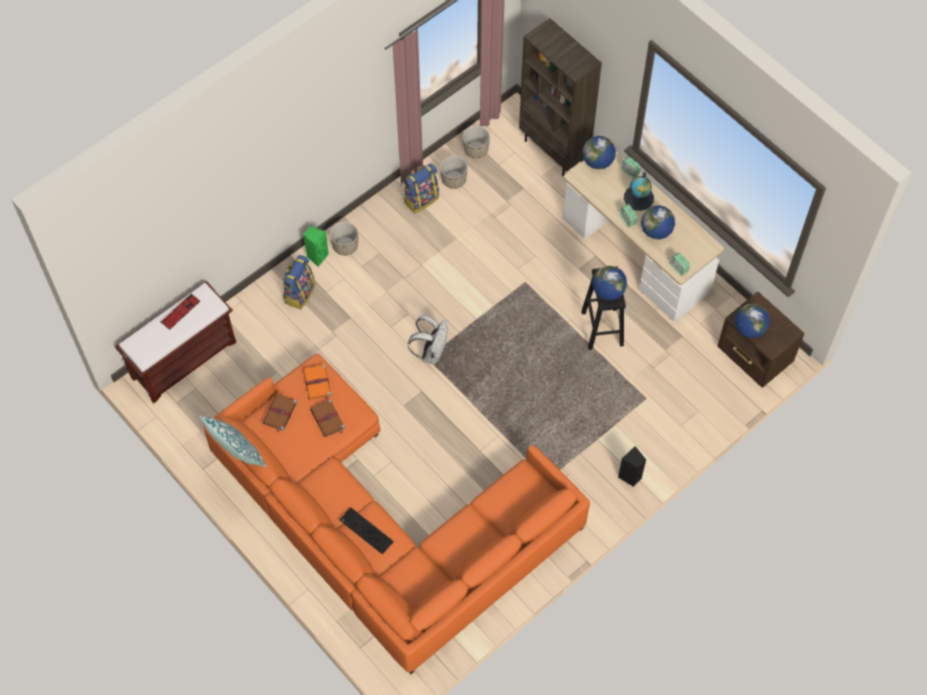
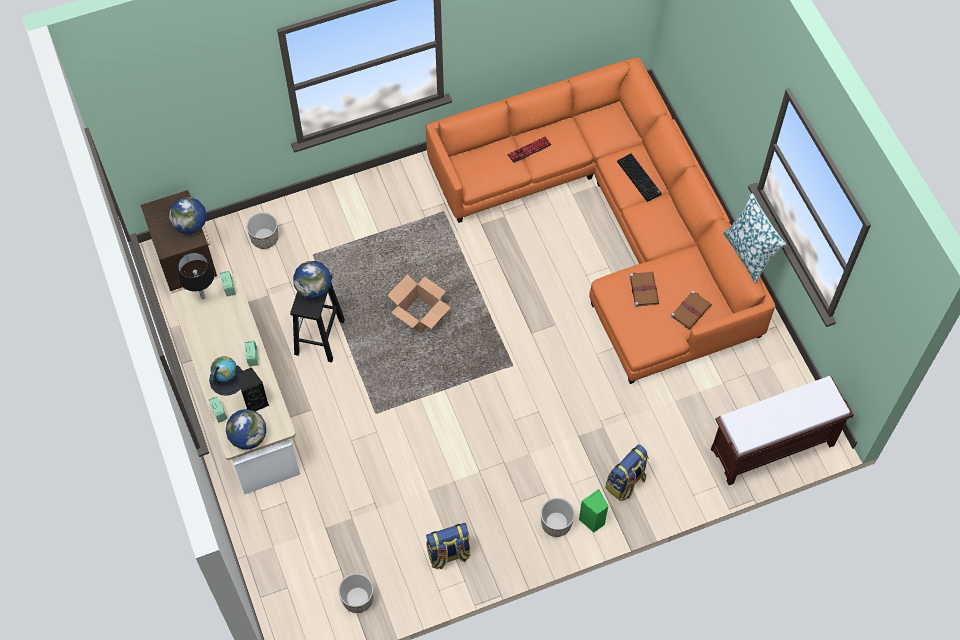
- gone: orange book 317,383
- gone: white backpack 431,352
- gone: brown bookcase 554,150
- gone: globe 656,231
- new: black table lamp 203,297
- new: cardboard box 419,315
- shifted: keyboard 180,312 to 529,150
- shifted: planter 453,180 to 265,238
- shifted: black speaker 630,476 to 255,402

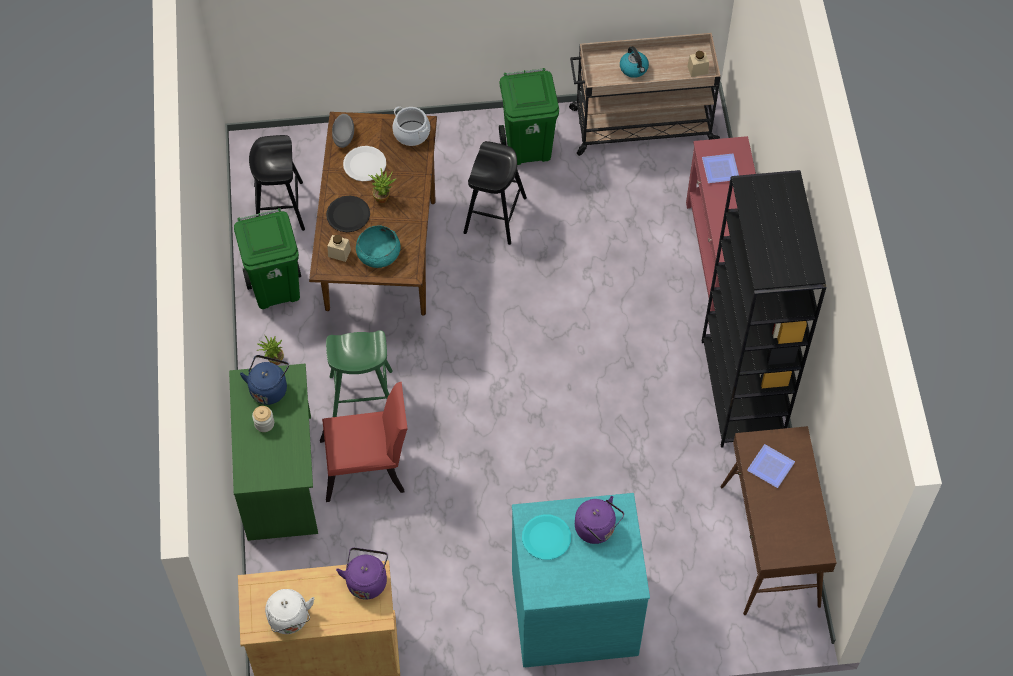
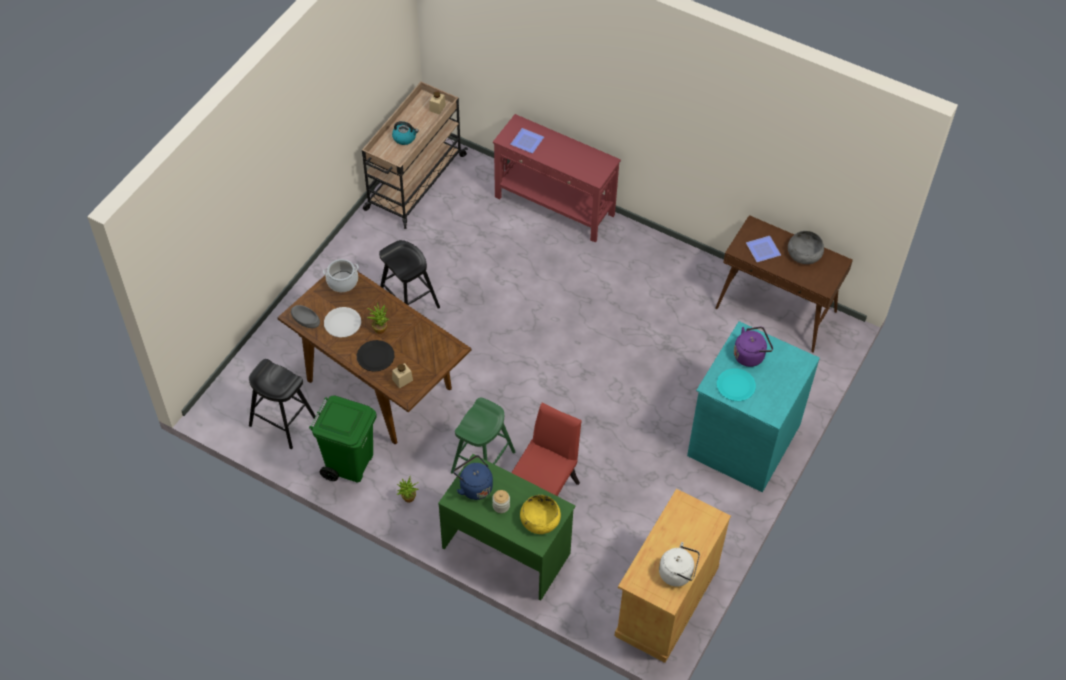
- gone: purple kettle 366,580
- gone: turquoise bowl 378,253
- gone: green trash can 528,148
- gone: black bookcase 742,391
- new: yellow bowl 540,519
- new: grey bowl 804,253

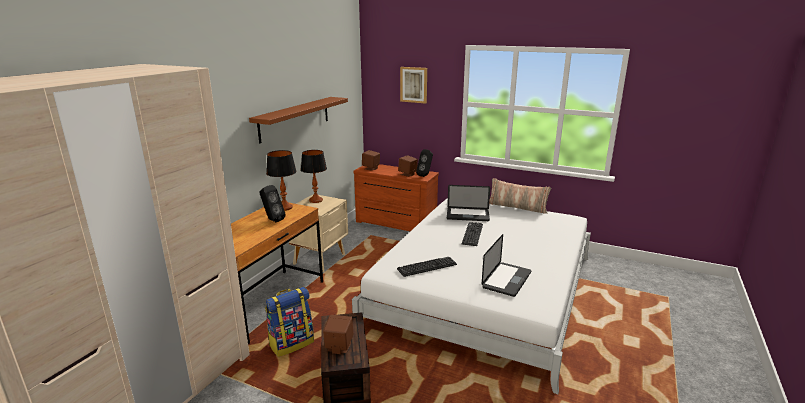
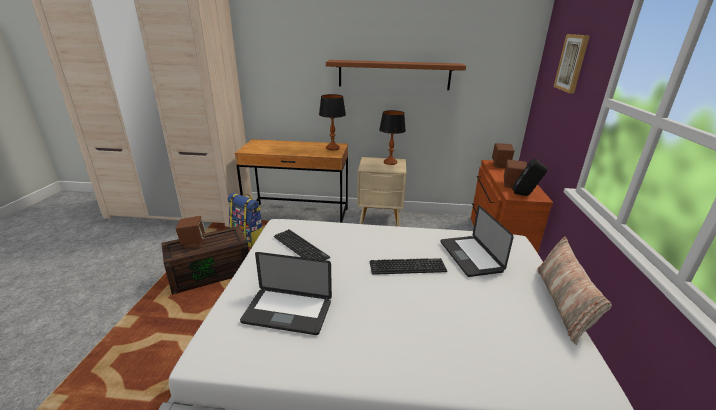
- gone: black speaker 272,220

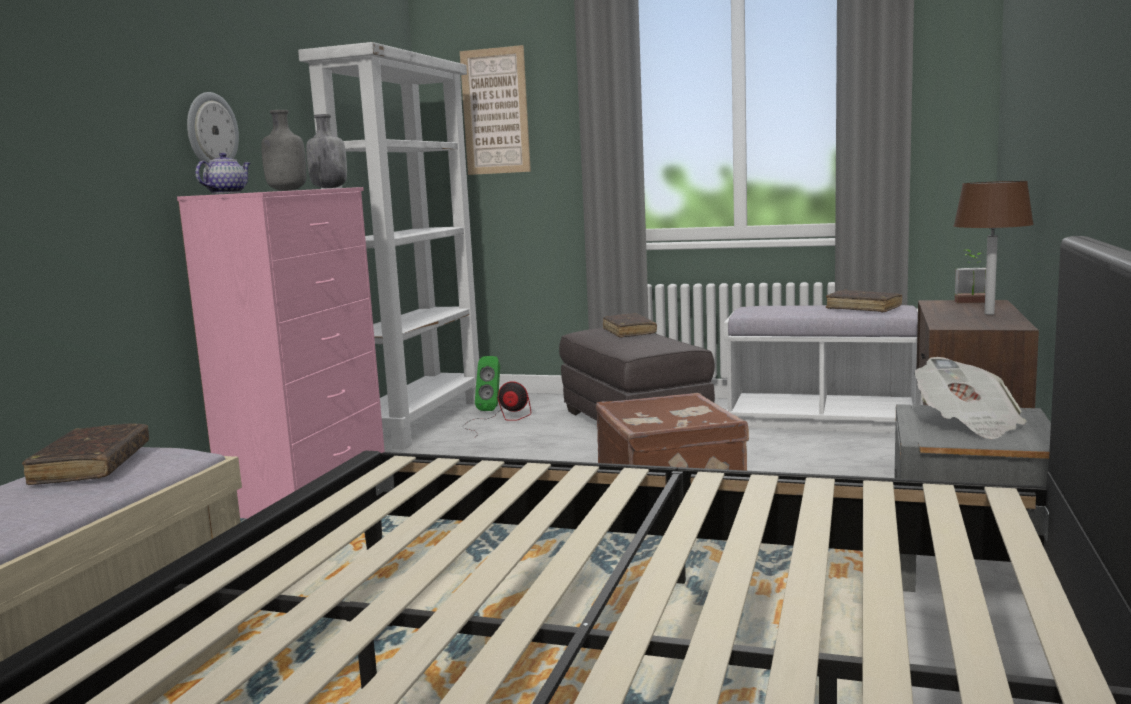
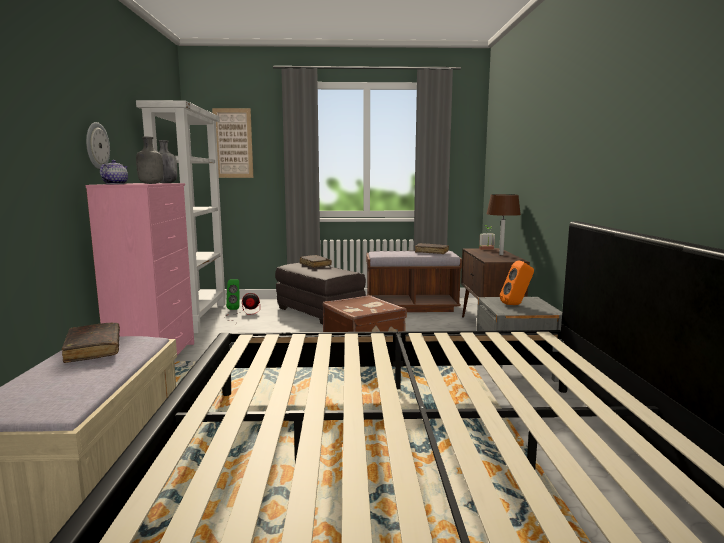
- swapped: newspaper 968,424 to orange speaker 516,304
- repainted: white bench 822,420 to brown bench 411,307

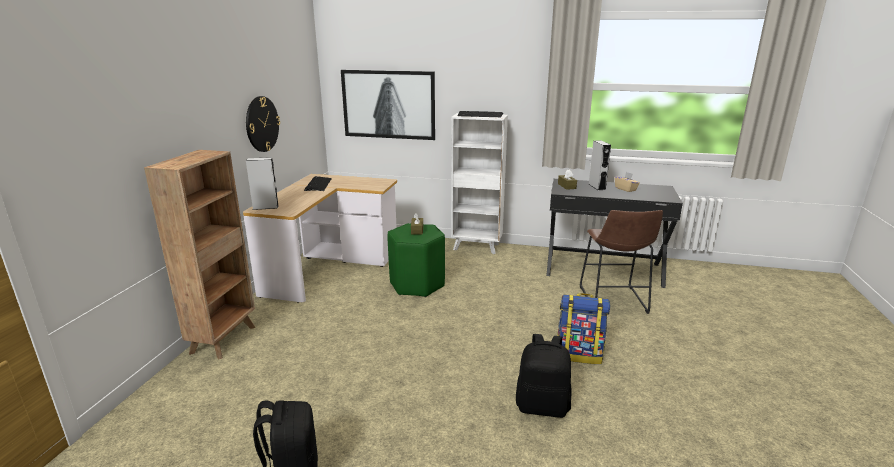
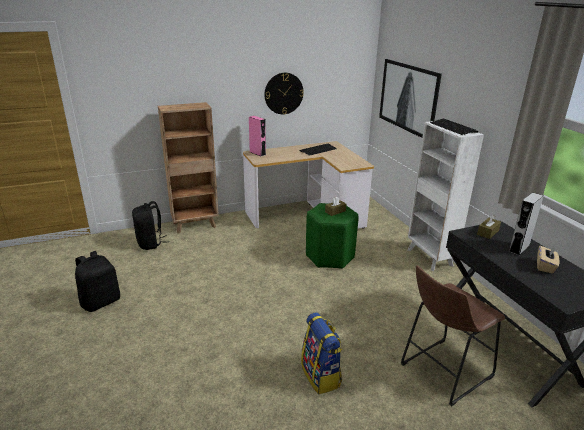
- shifted: black backpack 542,406 to 150,243
- repainted: grey speaker 265,207 to pink speaker 257,153

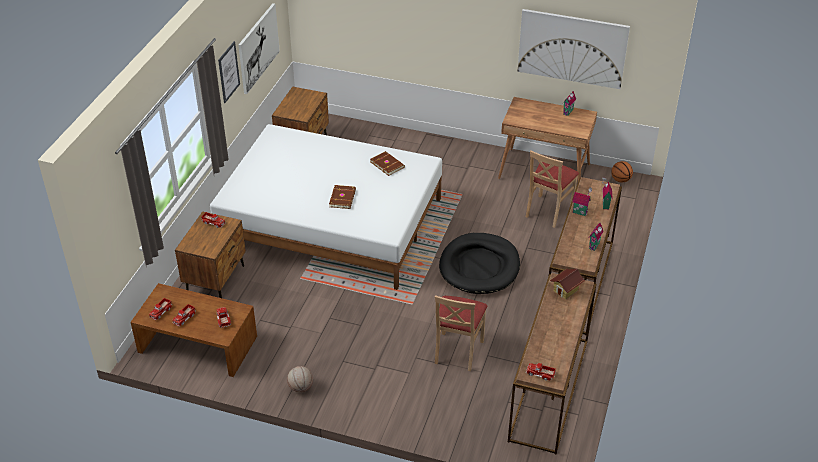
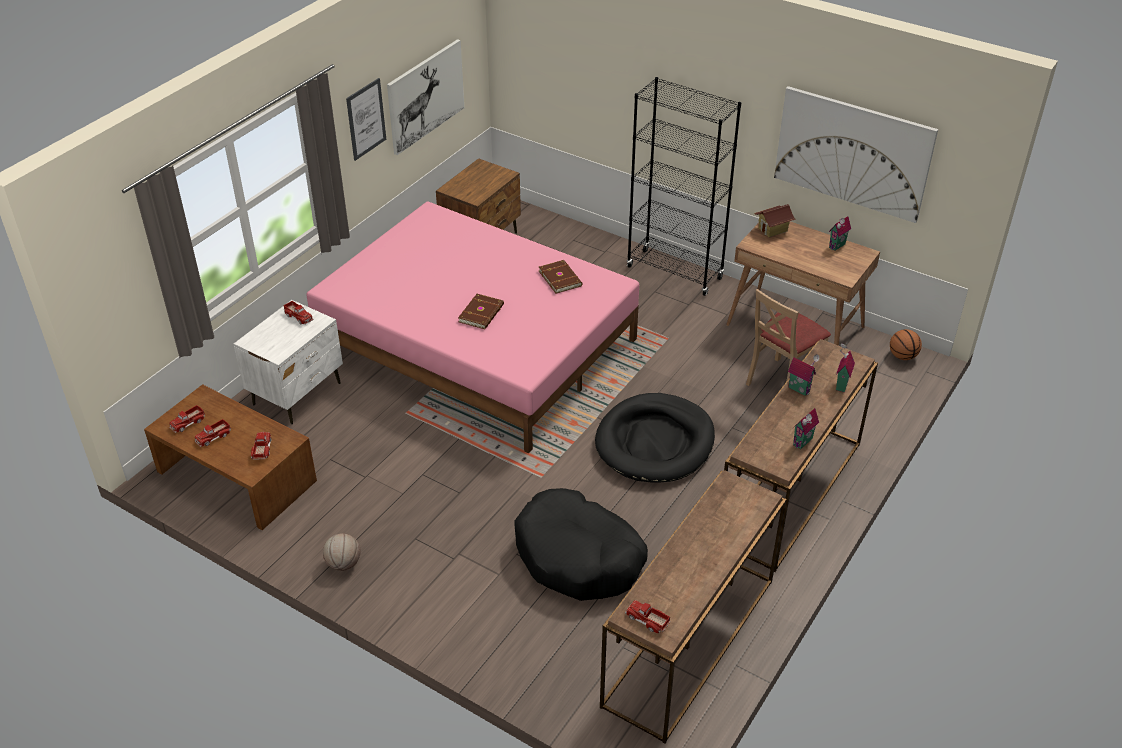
- new: black bookcase 674,272
- shifted: toy house 566,290 to 773,230
- swapped: beige chair 457,351 to black dog bed 578,557
- repainted: brown nightstand 216,279 to white nightstand 298,393
- repainted: white bed 331,222 to pink bed 476,346

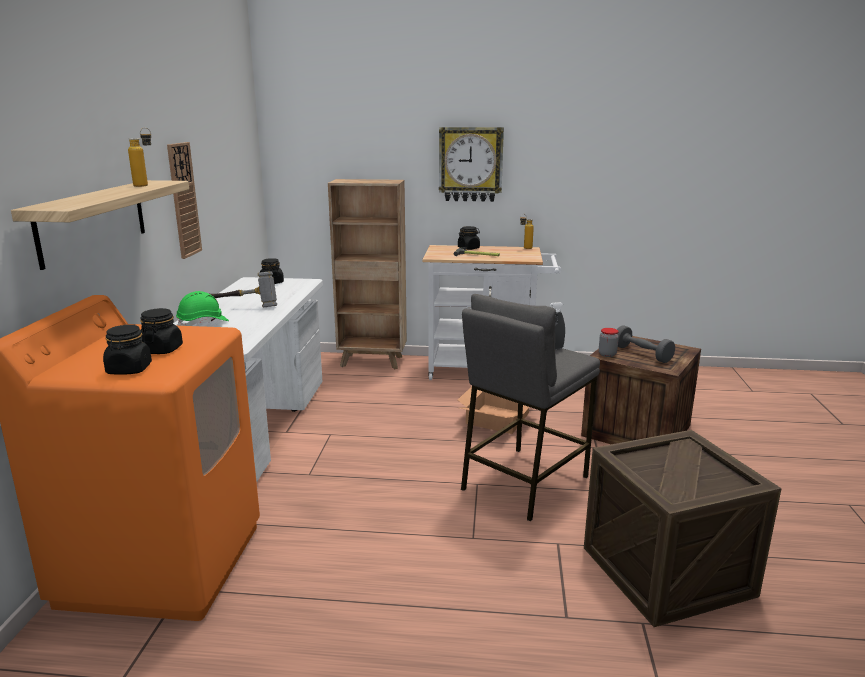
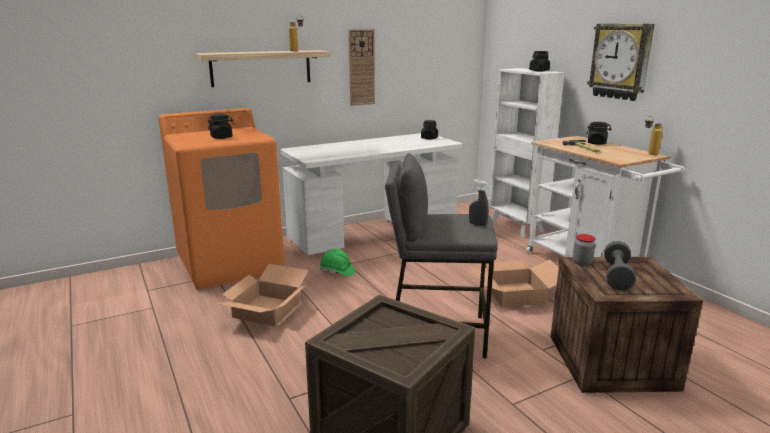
- gone: hammer 243,307
- new: cardboard box 266,309
- shifted: black jar 129,369 to 539,71
- shifted: green hard hat 203,323 to 337,272
- repainted: brown bookcase 373,362 to white bookcase 516,227

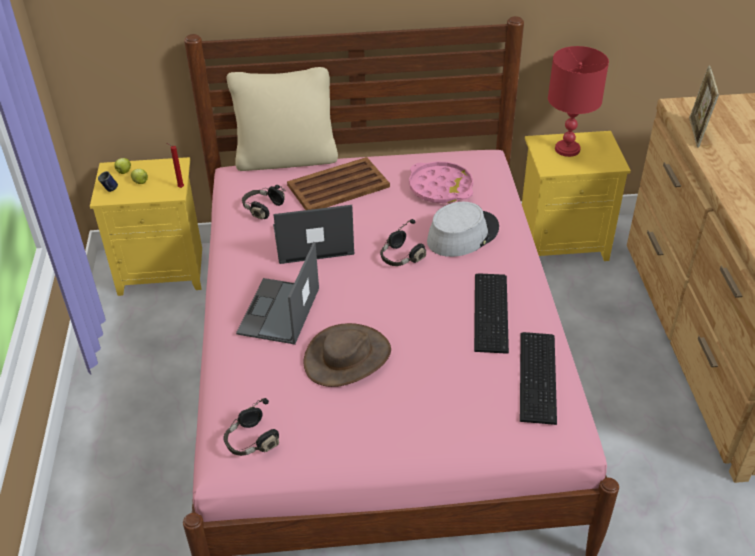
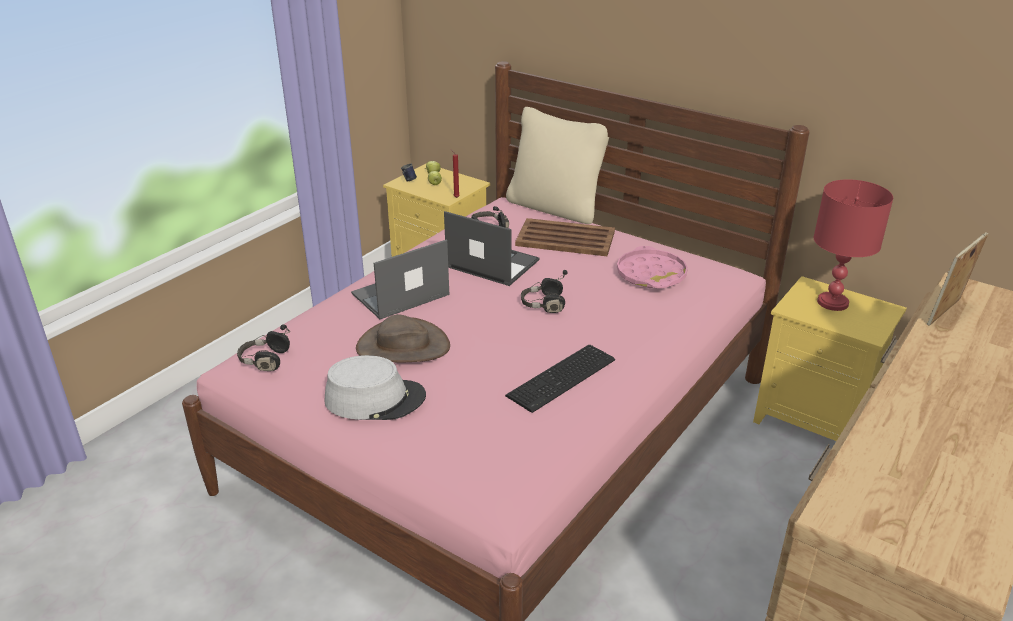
- gone: keyboard 539,376
- shifted: grey hat 462,234 to 375,399

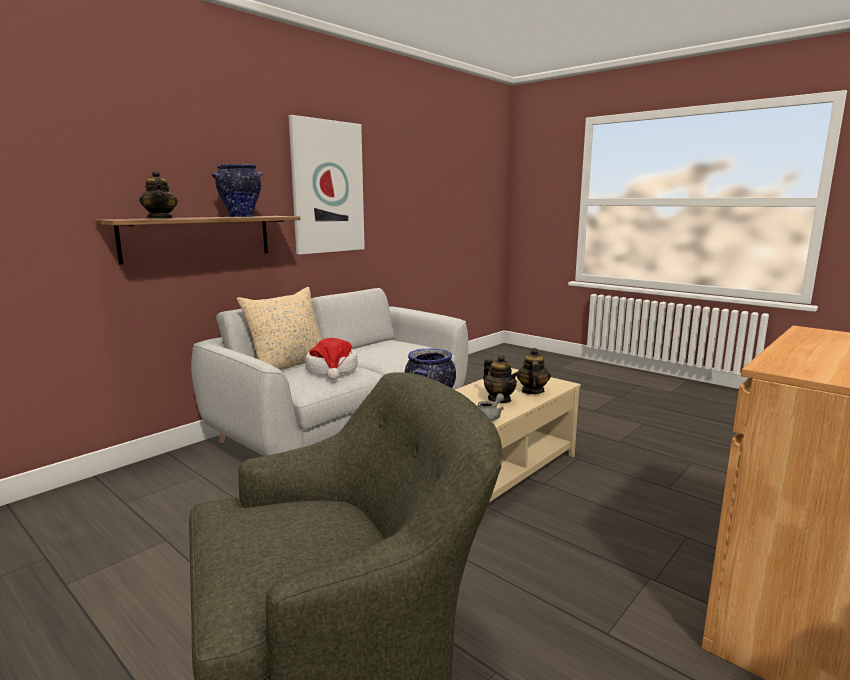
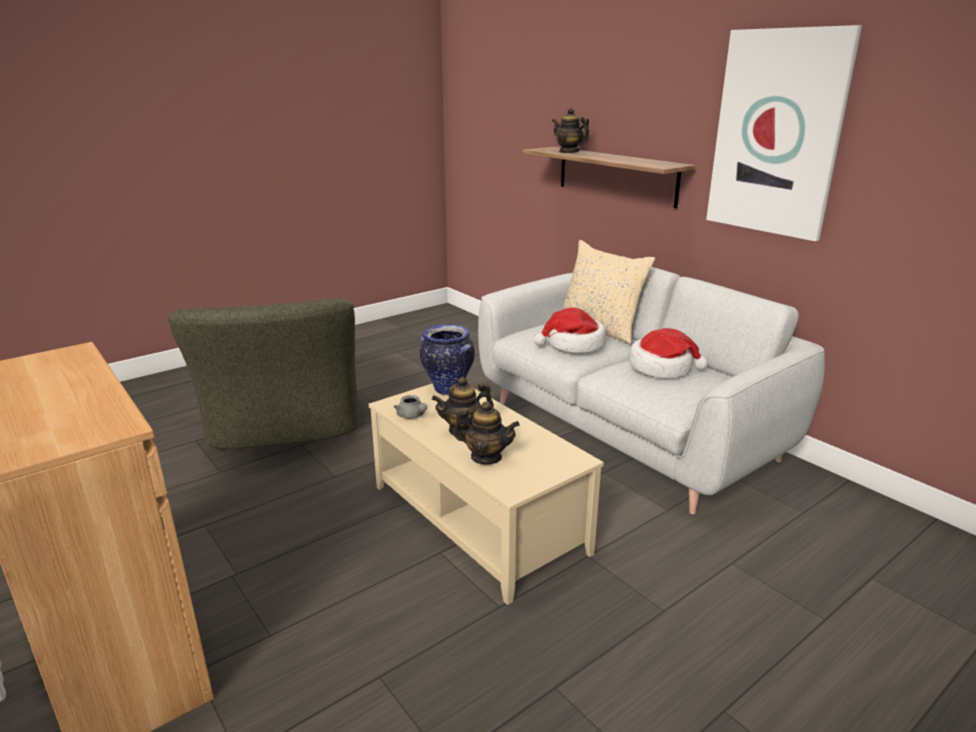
- gone: vase 240,216
- new: hat 662,368
- rotated: teapot 161,218 = 569,152 60 degrees clockwise

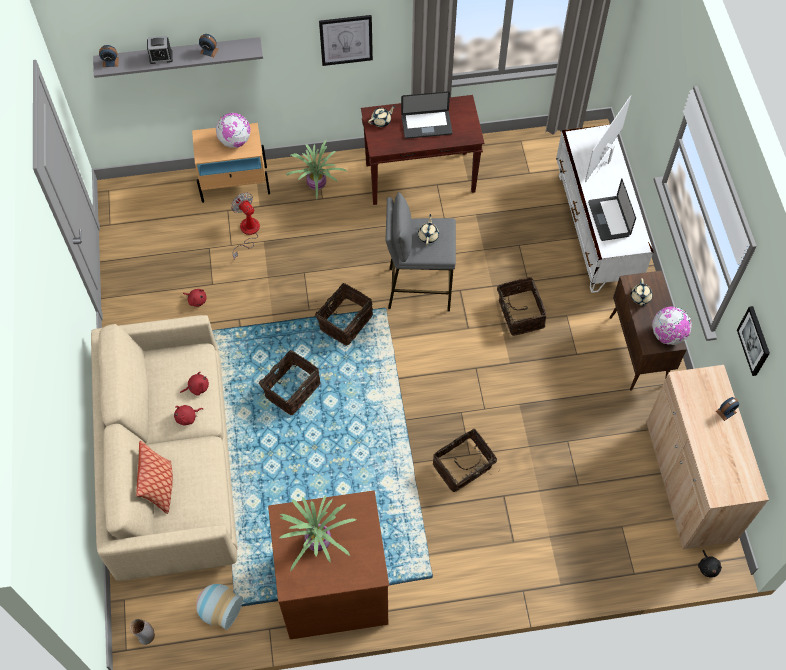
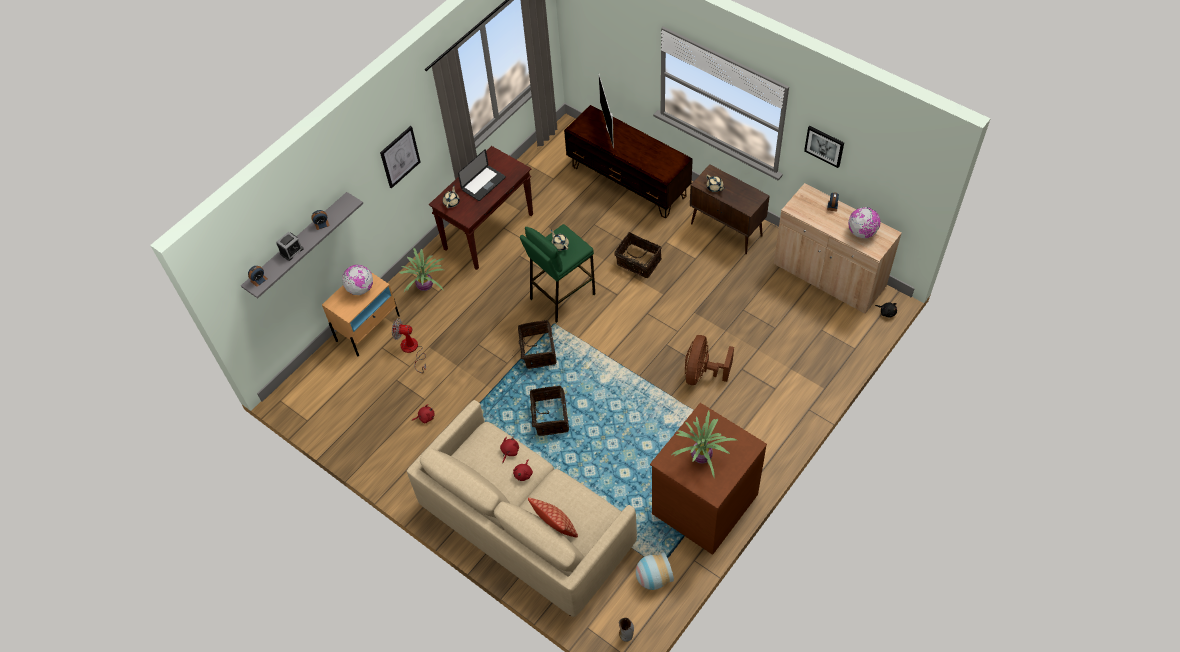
- gone: laptop 609,219
- shifted: globe 667,335 to 862,232
- swapped: basket 463,467 to brown fan 702,373
- repainted: grey stool 419,288 to green stool 561,296
- repainted: white tv stand 595,230 to brown tv stand 628,182

